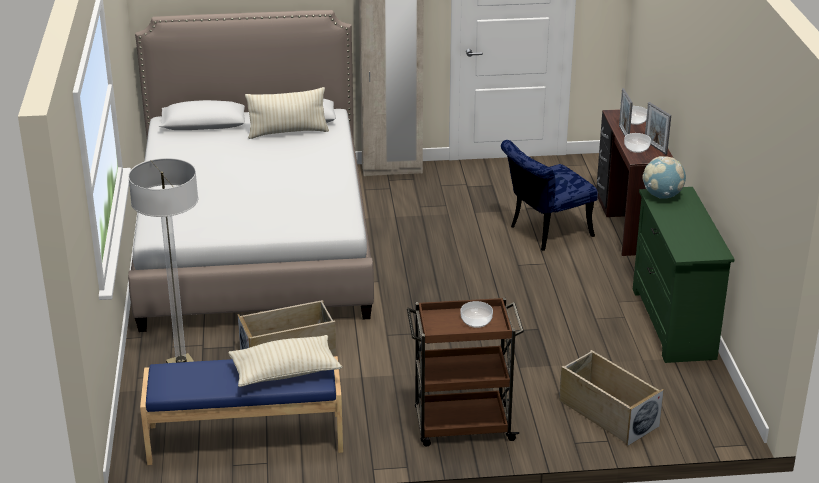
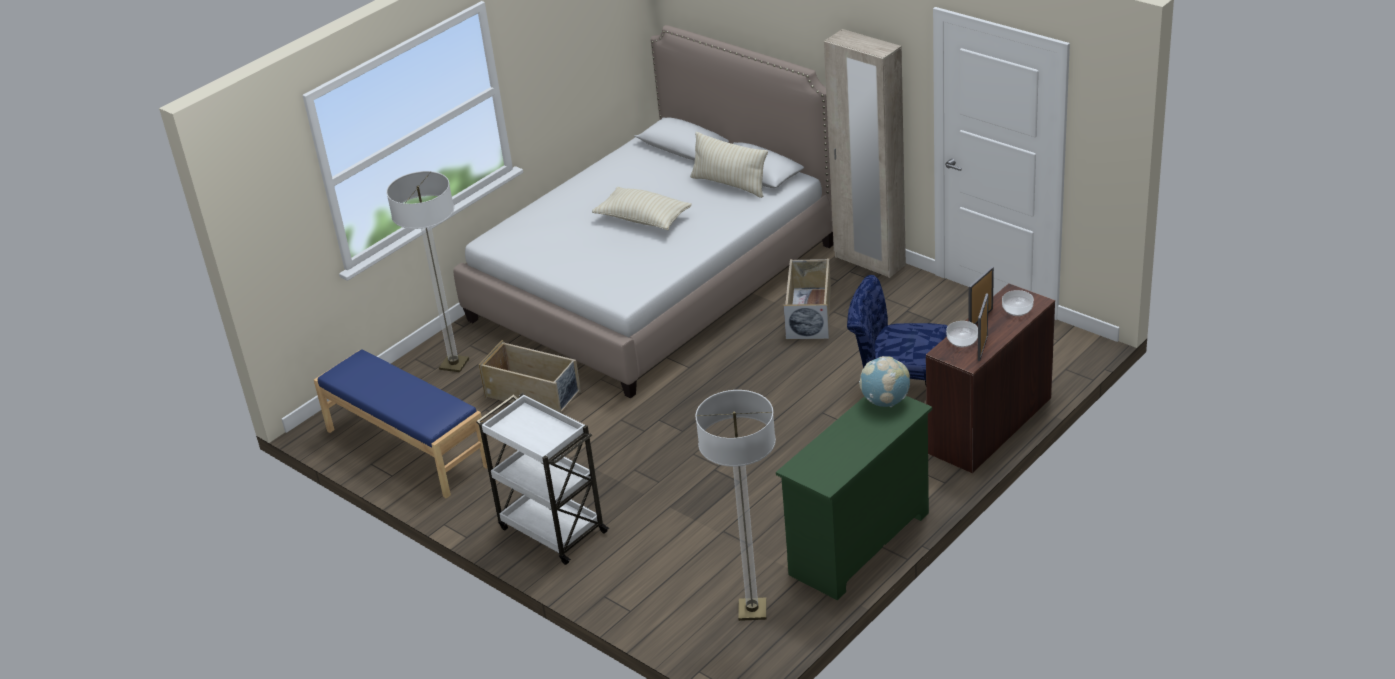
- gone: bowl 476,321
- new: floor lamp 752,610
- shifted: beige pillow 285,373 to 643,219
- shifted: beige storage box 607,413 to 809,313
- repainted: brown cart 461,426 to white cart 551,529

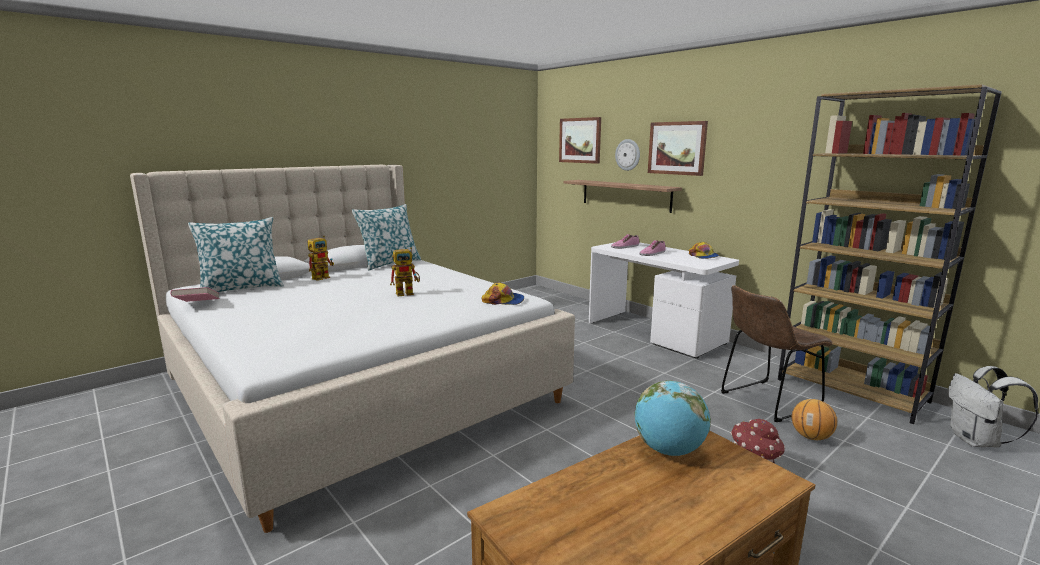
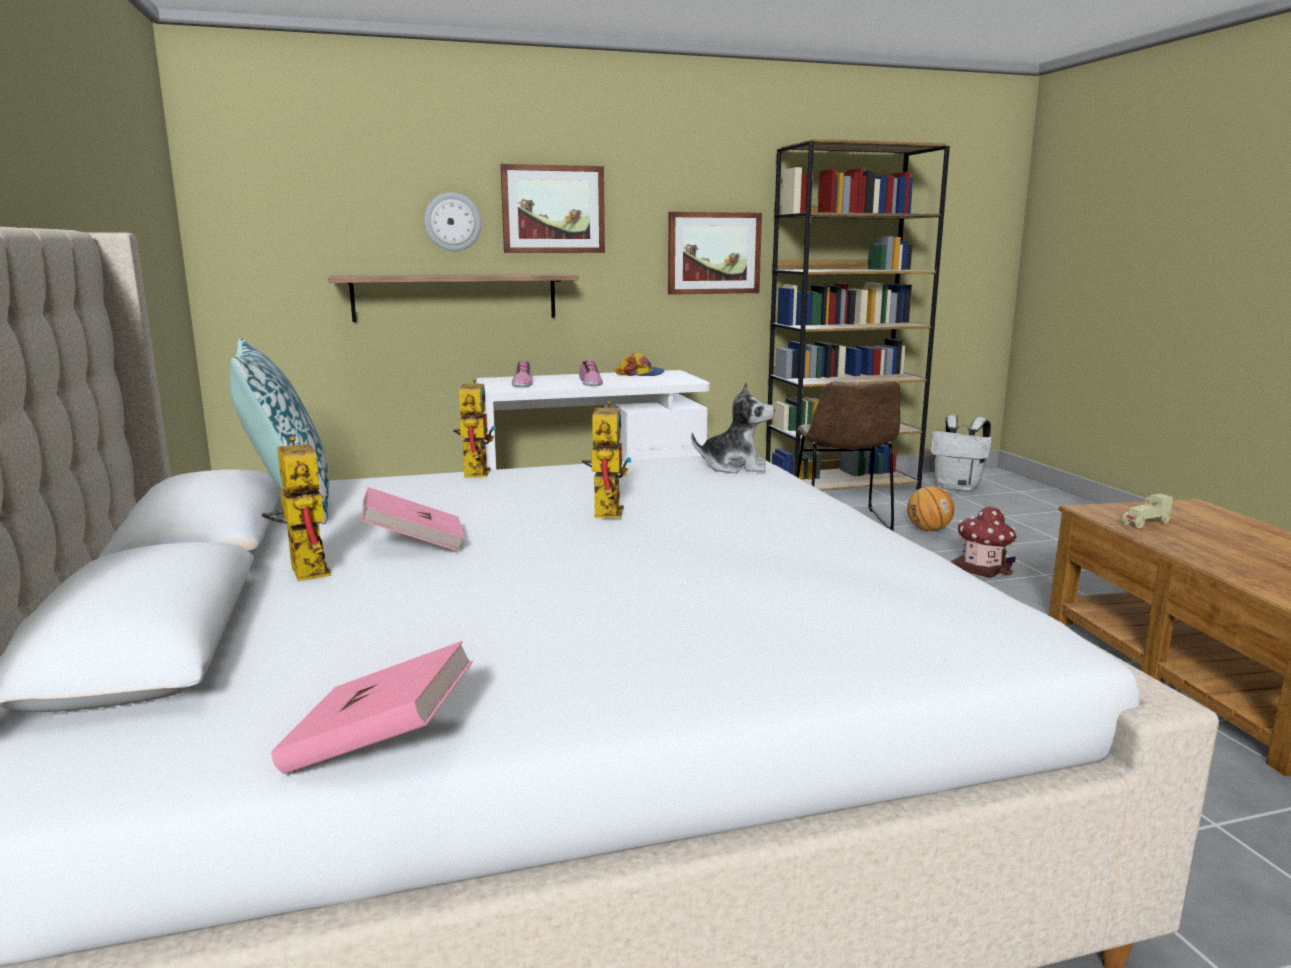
- gone: pillow 241,288
- new: pink book 414,543
- new: toy robot 474,471
- shifted: picture 580,140 to 714,253
- swapped: cap 503,300 to plush toy 734,467
- swapped: globe 669,450 to beige toy car 1145,524

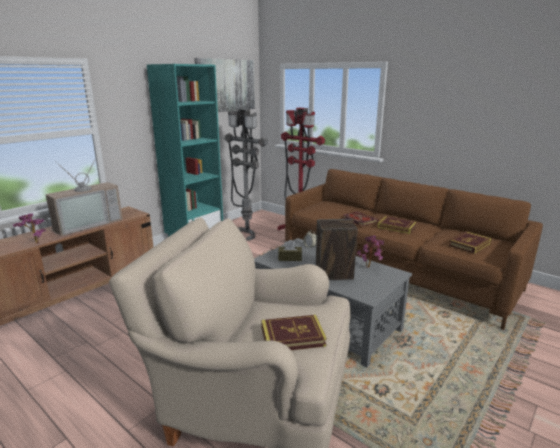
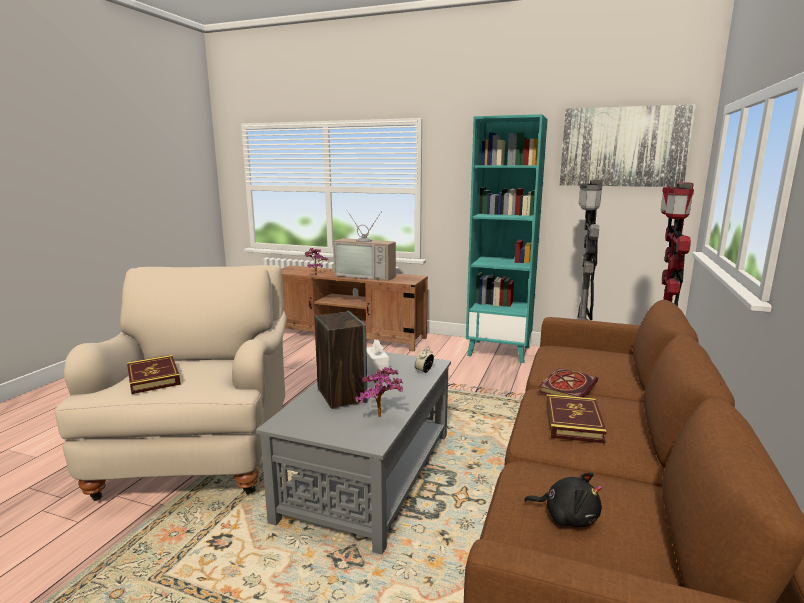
- swapped: book 469,244 to black plush toy 567,516
- repainted: brown tissue box 290,258 to white tissue box 376,365

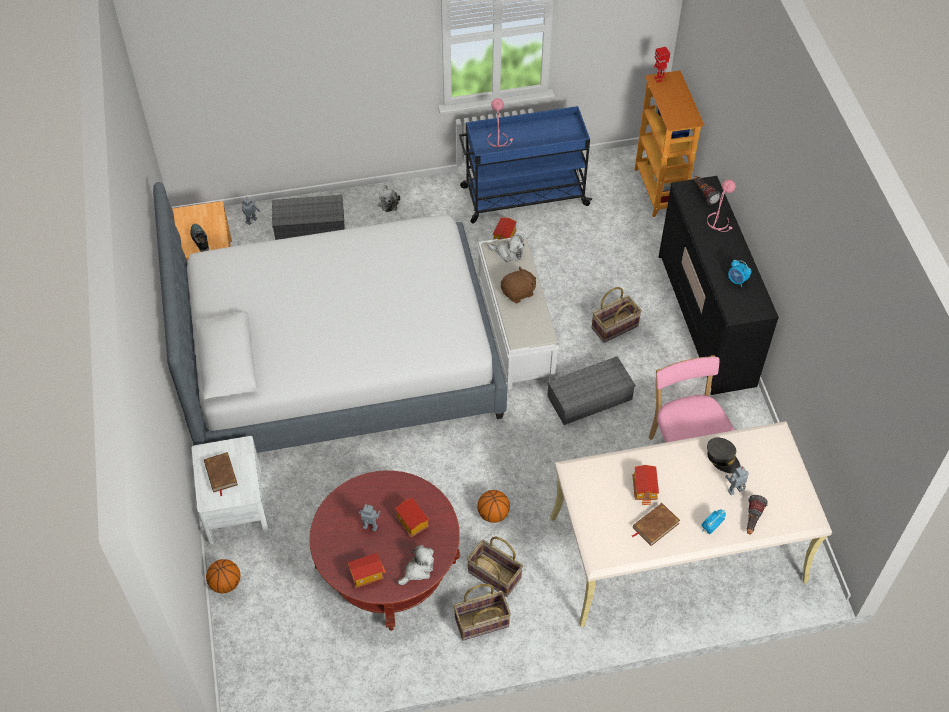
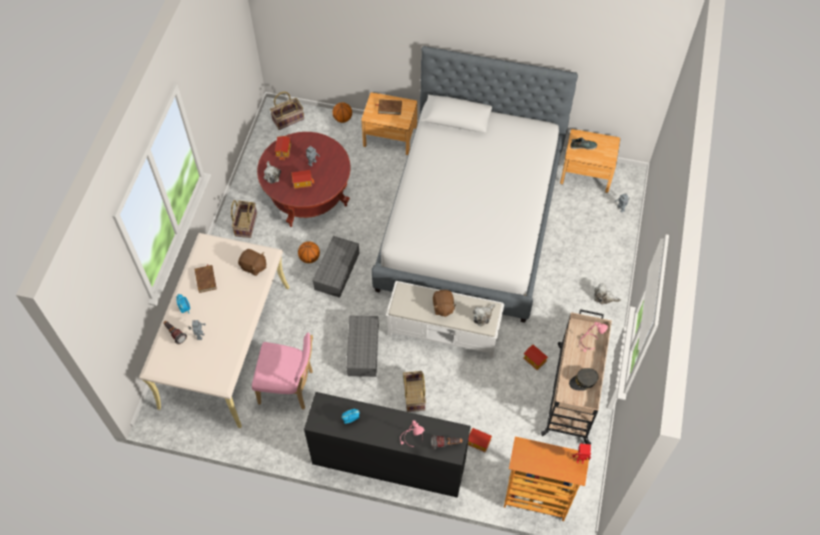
- new: brown plush toy 253,266
- shifted: grey storage box 311,225 to 337,272
- shifted: basket 493,575 to 288,119
- shifted: toy house 645,489 to 478,443
- shifted: grey cap 722,458 to 583,381
- repainted: white nightstand 235,506 to brown nightstand 390,136
- repainted: blue cart 523,196 to beige cart 572,392

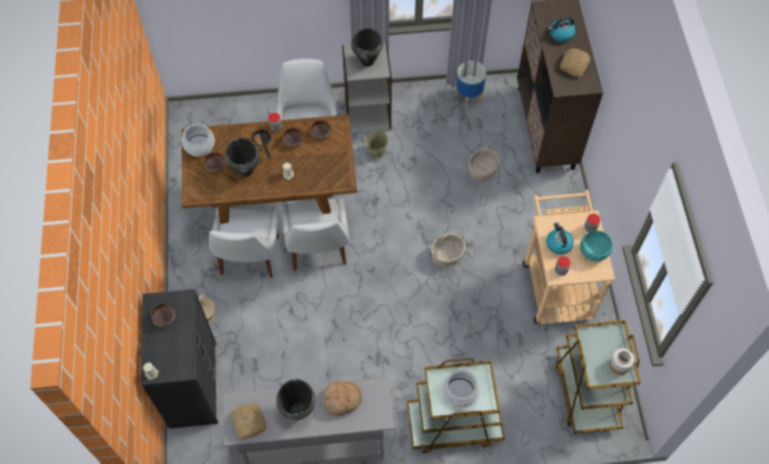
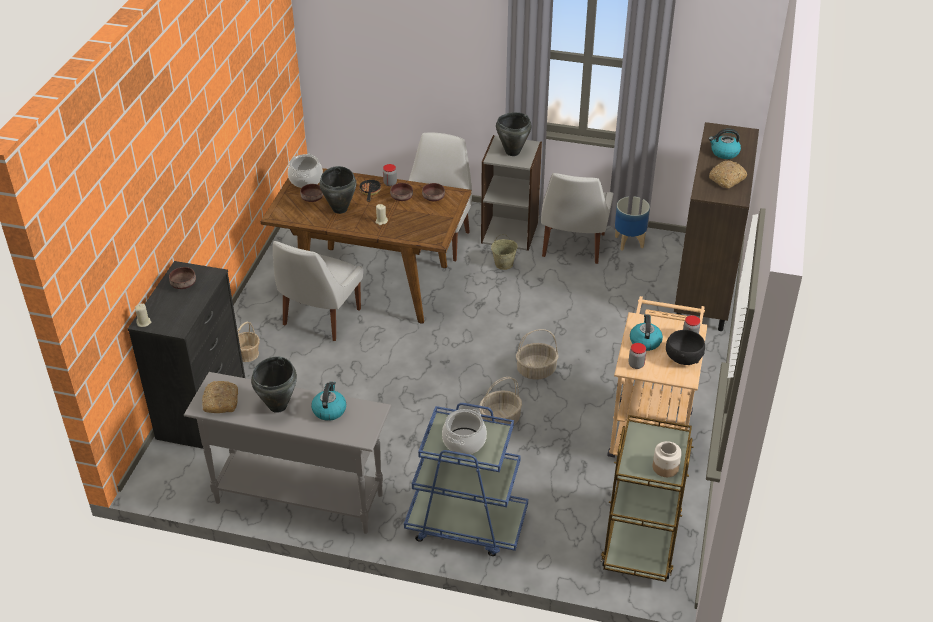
- shifted: white chair 317,249 to 573,247
- shifted: basket 482,170 to 500,419
- swapped: bread 342,400 to kettle 329,410
- repainted: brown cart 453,424 to blue cart 466,524
- repainted: turquoise bowl 593,252 to black bowl 683,358

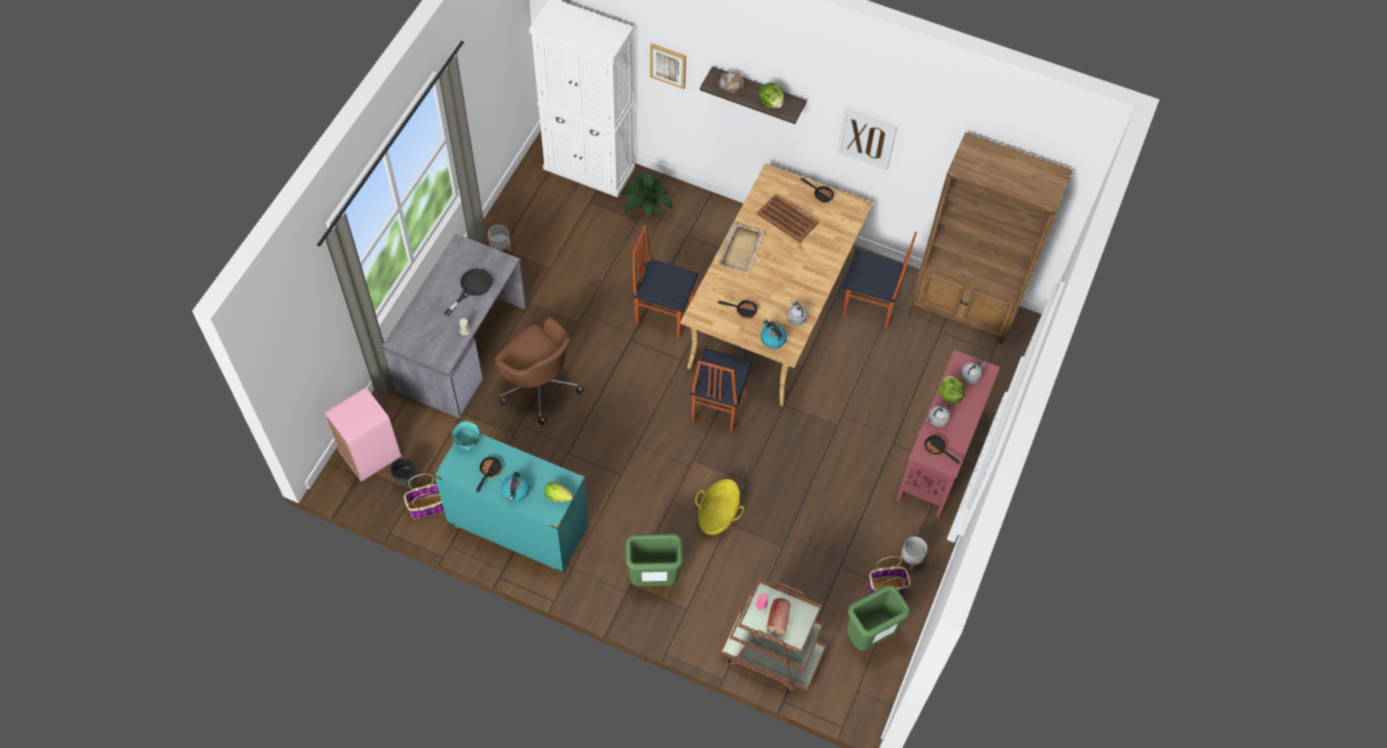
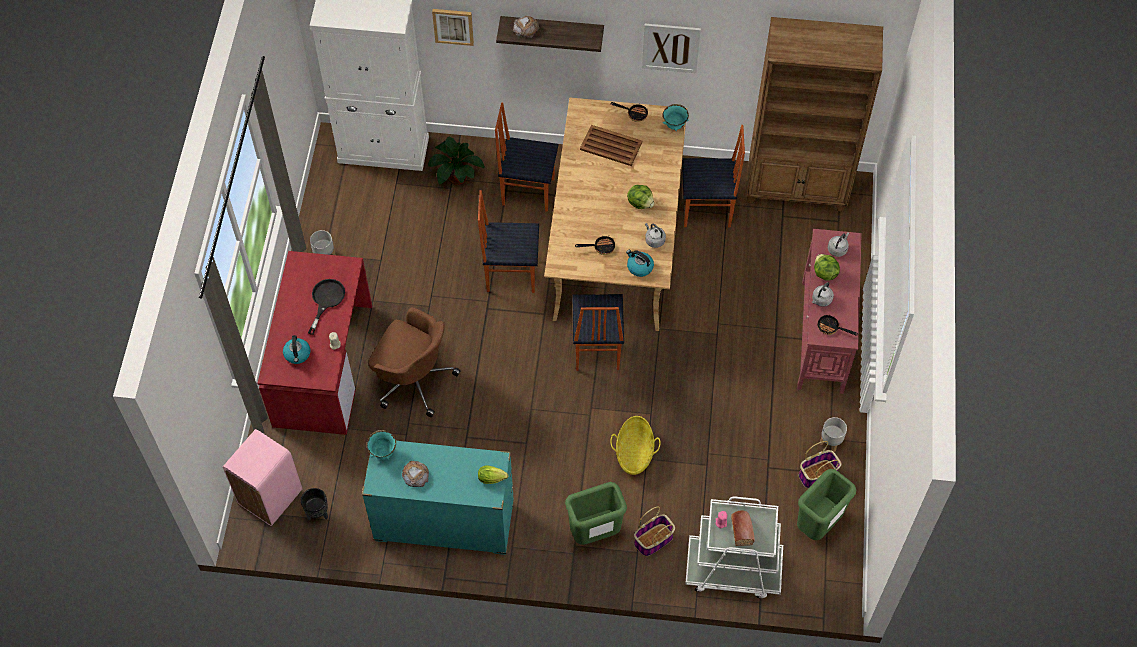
- gone: beige tray 741,249
- new: chair 527,191
- new: turquoise bowl 675,125
- shifted: basket 426,507 to 653,541
- shifted: kettle 516,491 to 297,354
- shifted: lettuce 771,102 to 640,203
- swapped: frying pan 489,472 to bread 415,475
- repainted: grey desk 462,347 to red desk 322,364
- repainted: brown cart 771,653 to white cart 732,570

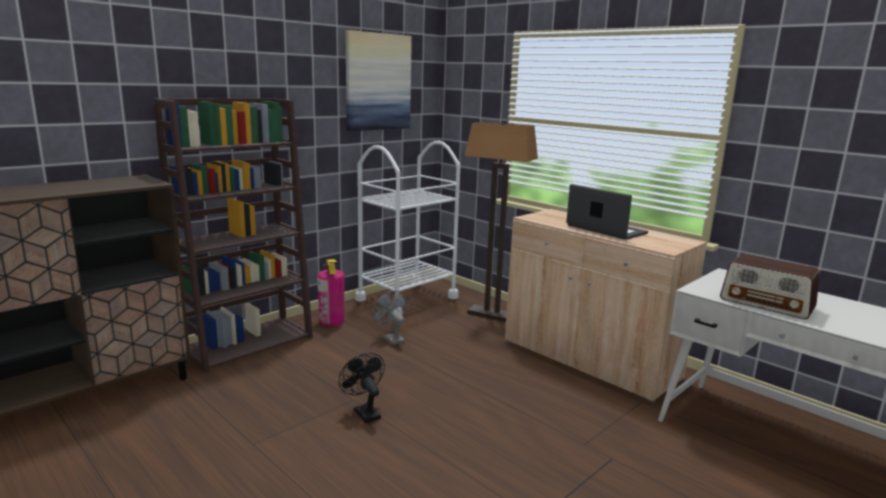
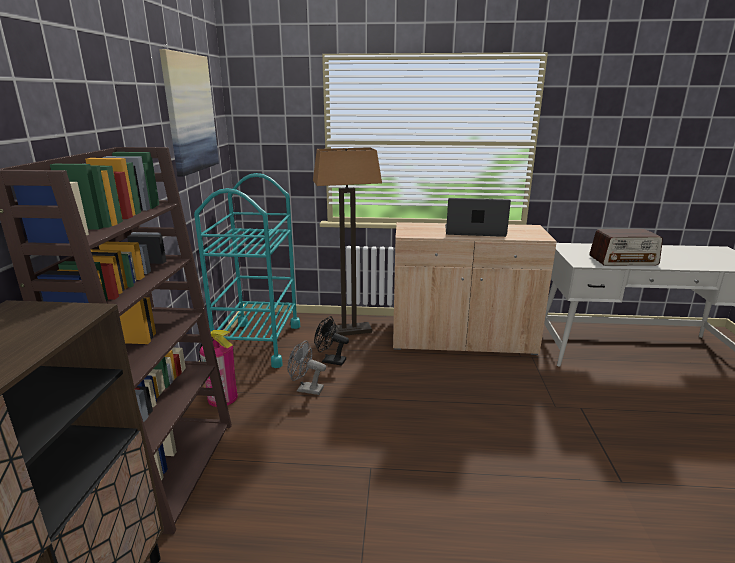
- shifted: black fan 364,412 to 330,361
- repainted: white cart 407,298 to turquoise cart 258,343

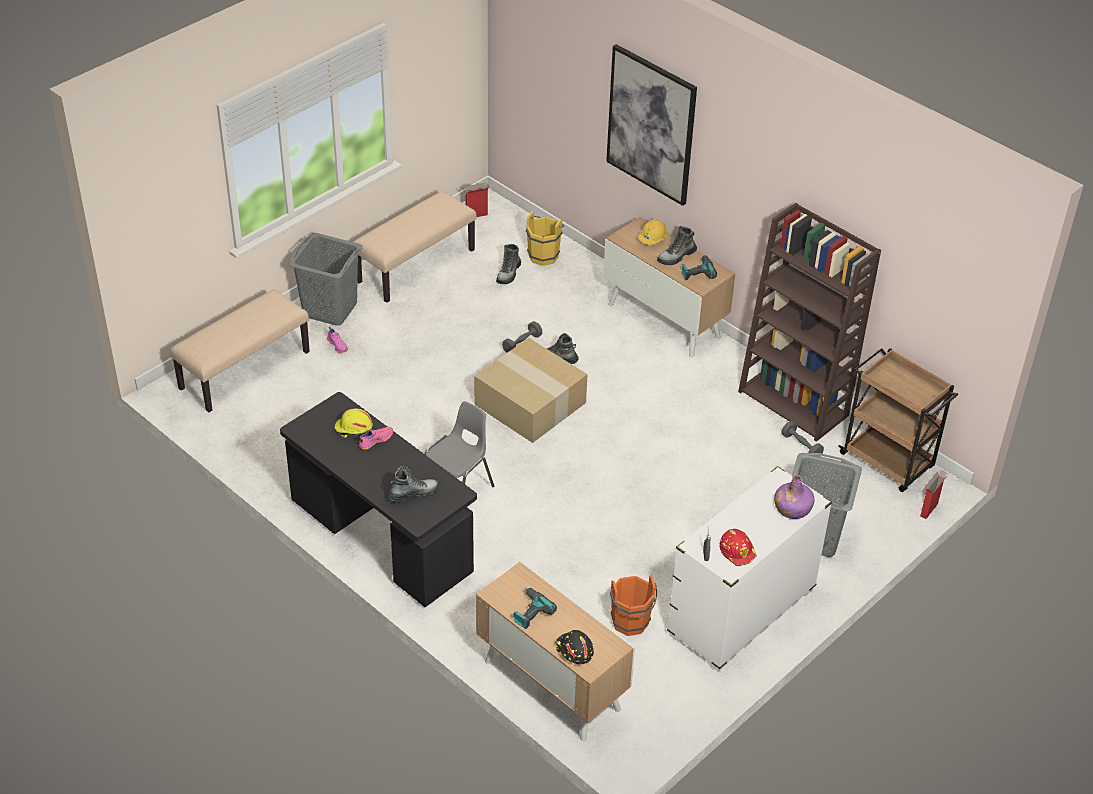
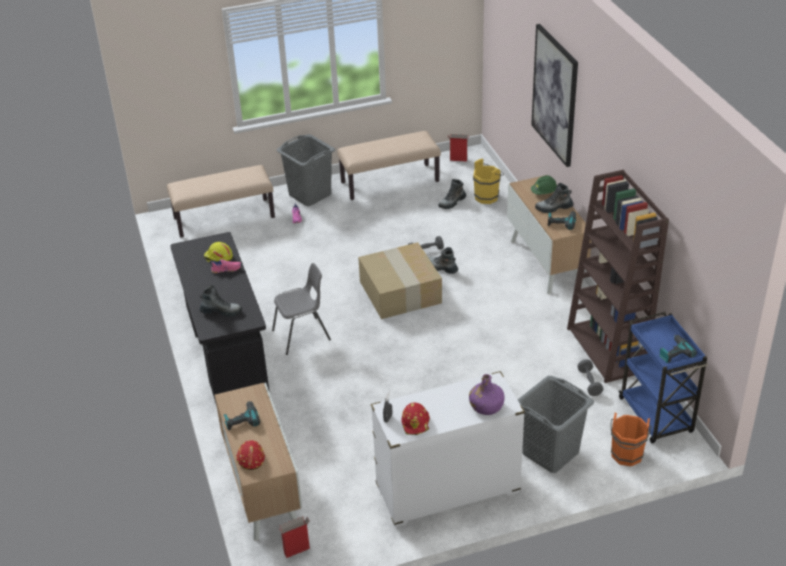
- new: power drill 674,353
- shifted: orange bucket 630,624 to 626,457
- shifted: cardboard box 929,509 to 297,550
- repainted: black hard hat 574,650 to red hard hat 250,458
- repainted: yellow hard hat 652,240 to green hard hat 544,192
- repainted: brown cart 888,462 to blue cart 656,416

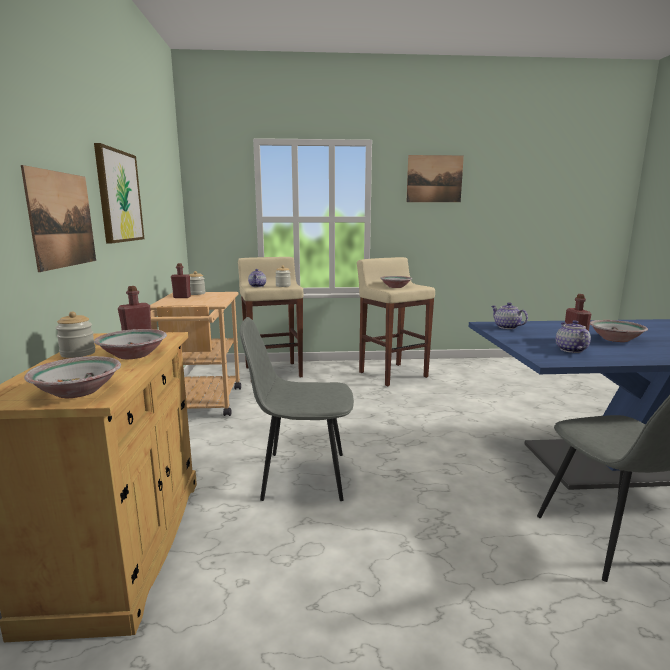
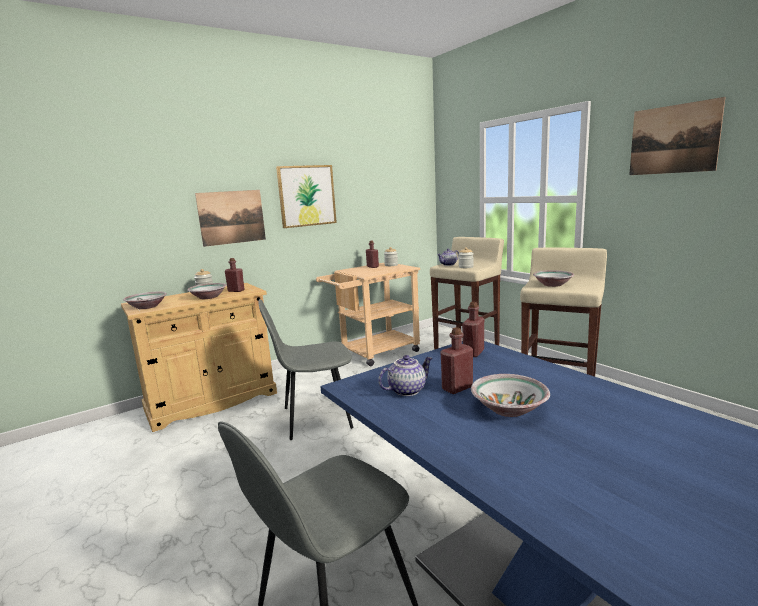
- swapped: teapot 506,327 to red bottle 473,353
- rotated: grey chair 301,475 = 314,418 75 degrees counterclockwise

